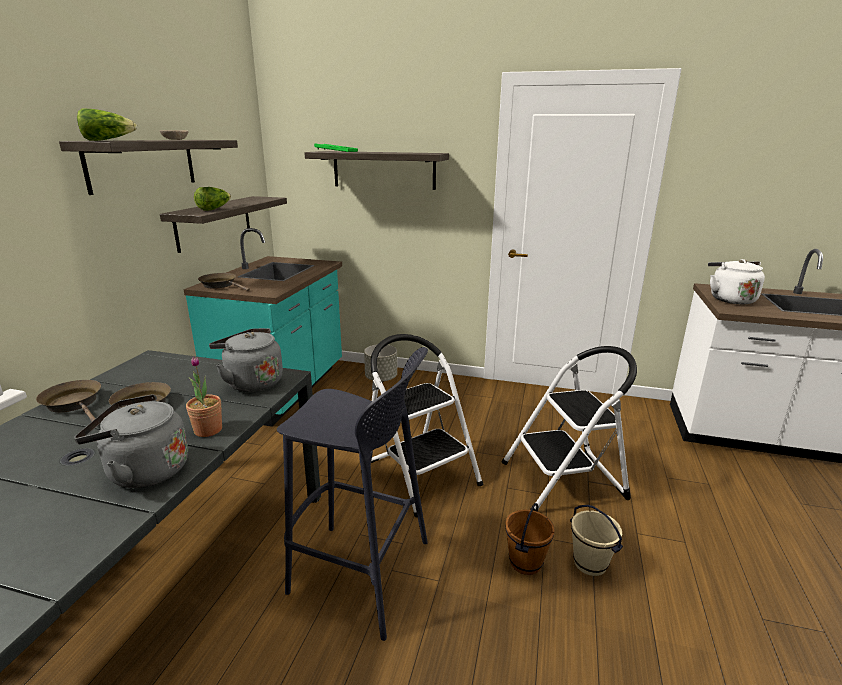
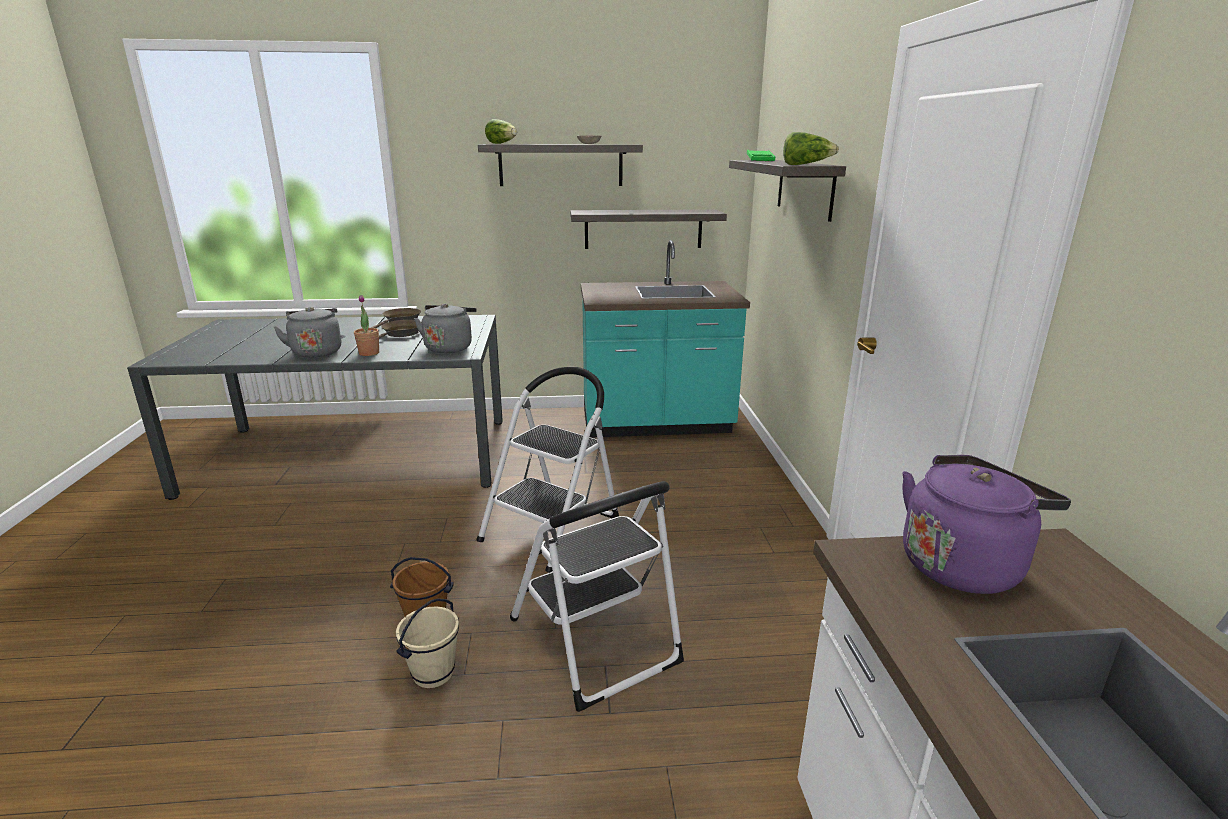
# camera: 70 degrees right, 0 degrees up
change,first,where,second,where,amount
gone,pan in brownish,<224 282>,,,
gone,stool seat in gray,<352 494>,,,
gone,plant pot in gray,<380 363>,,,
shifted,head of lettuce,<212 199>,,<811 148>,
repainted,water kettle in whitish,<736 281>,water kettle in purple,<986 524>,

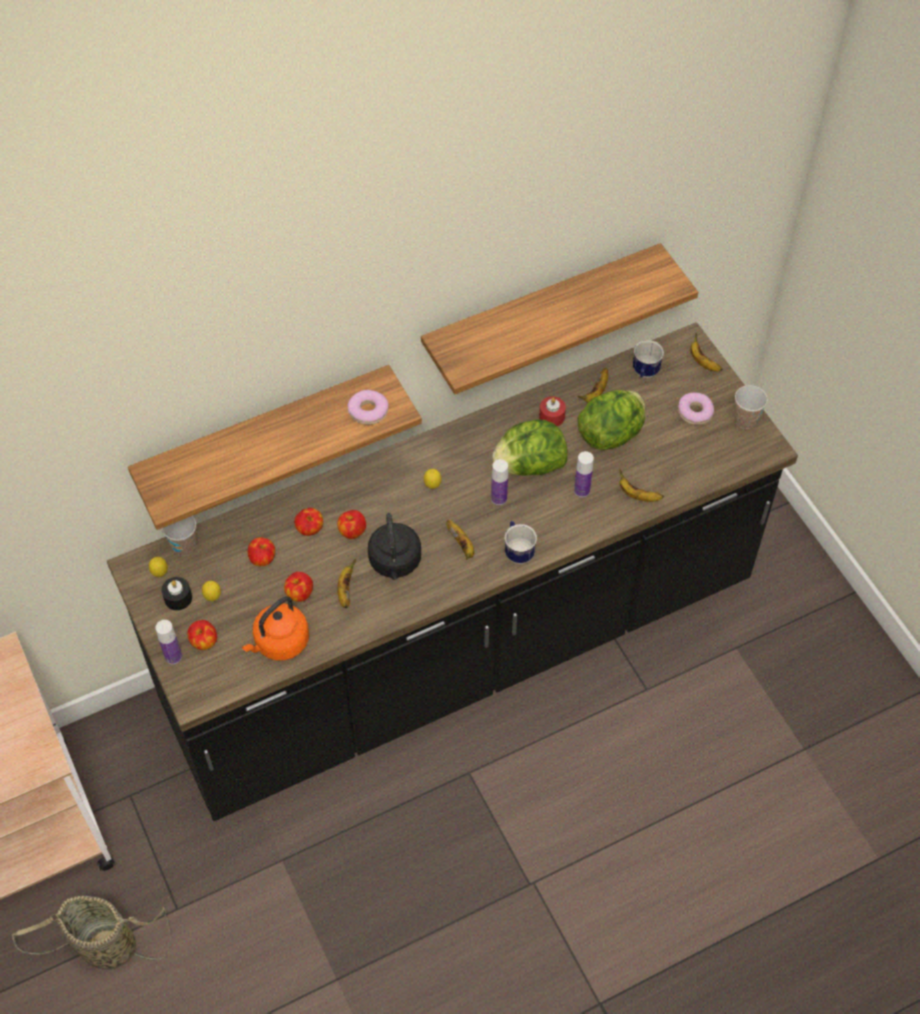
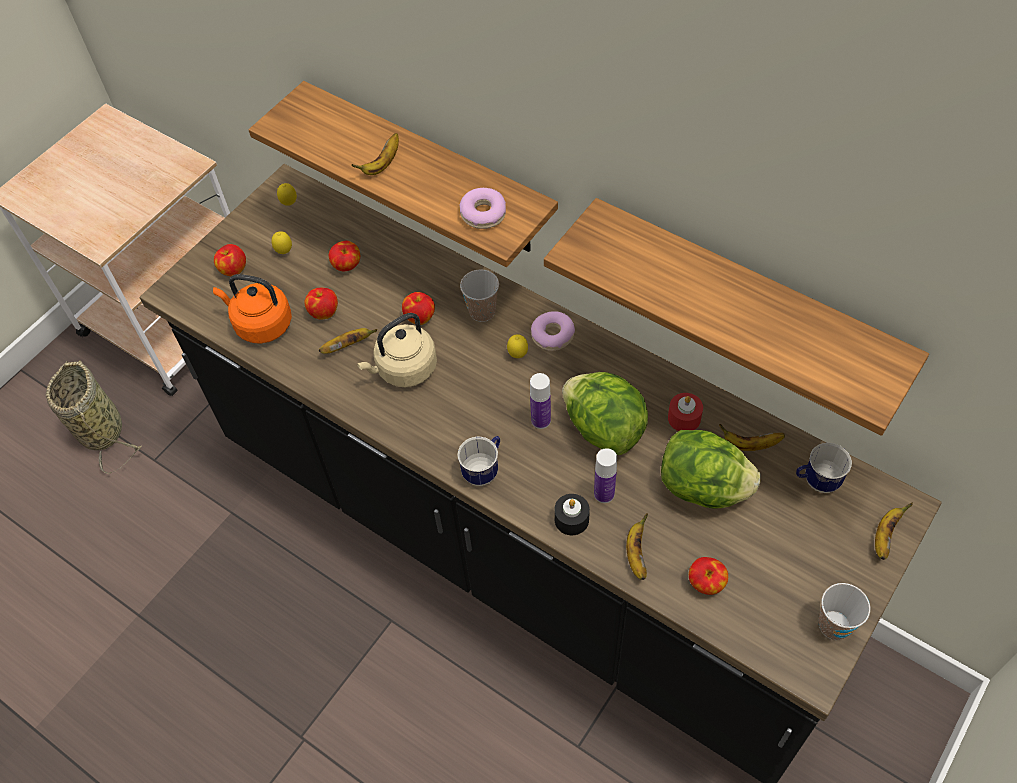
# camera: 65 degrees right, 0 degrees up
change,first,where,second,where,amount
gone,drink bottle,<168 642>,,,
shifted,drinking cup,<179 536>,,<479 295>,
shifted,wax light in black,<177 593>,,<572 514>,
shifted,apple,<308 522>,,<708 576>,
shifted,banana,<460 540>,,<375 154>,
shifted,donut,<696 408>,,<553 331>,
repainted,water kettle in black,<394 546>,water kettle in sand-coloured,<397 350>,

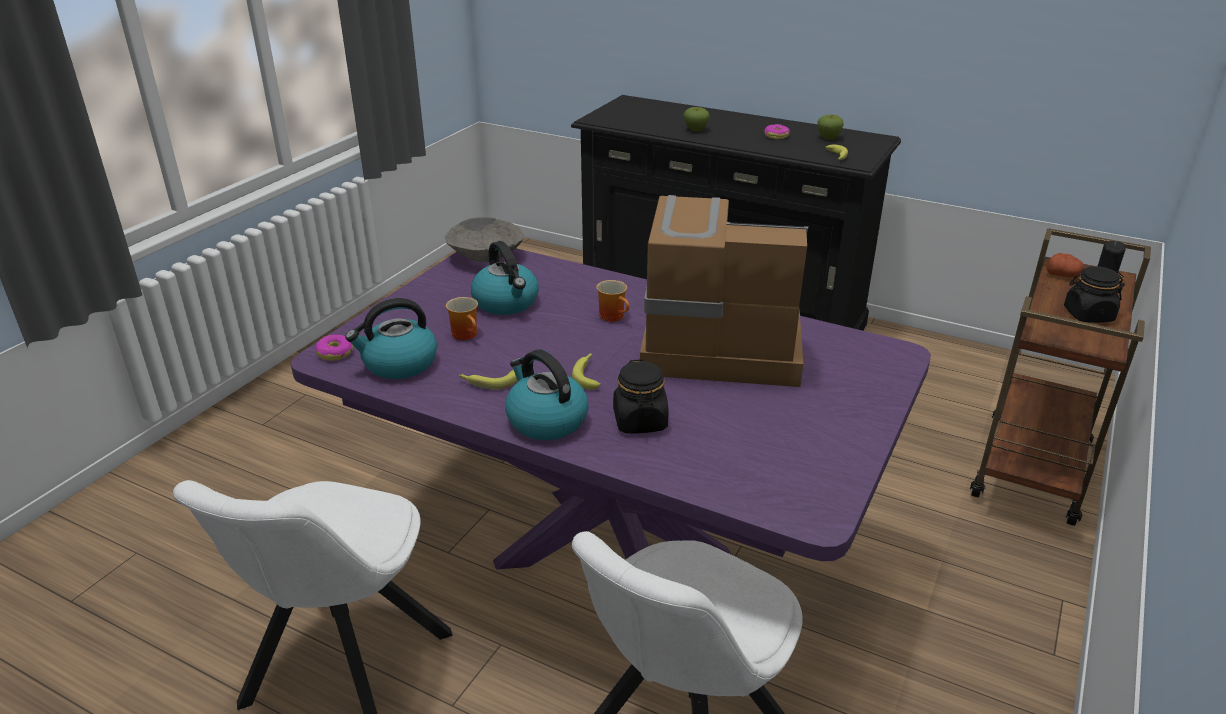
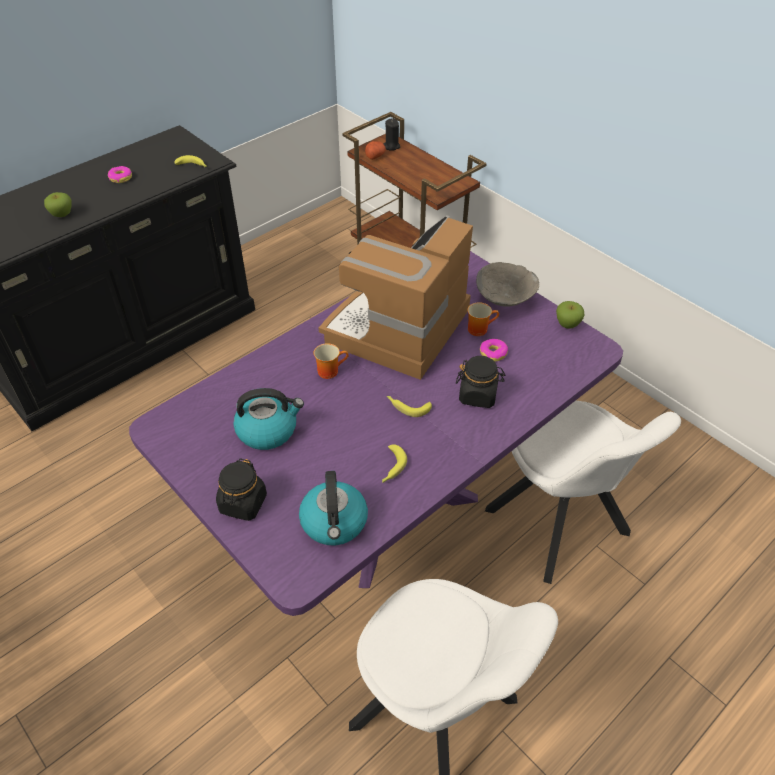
# camera: 70 degrees left, 15 degrees up
change,first,where,second,where,amount
gone,water kettle,<547 395>,,,
shifted,donut,<334 348>,,<494 350>,
shifted,deep dish in gray,<484 239>,,<507 284>,
shifted,coffee mug,<462 318>,,<483 319>,
shifted,apple,<830 127>,,<570 315>,
shifted,storage jar in black,<1094 294>,,<241 490>,

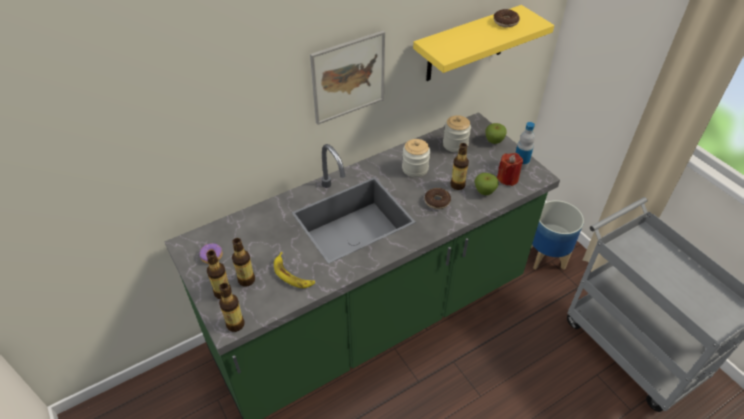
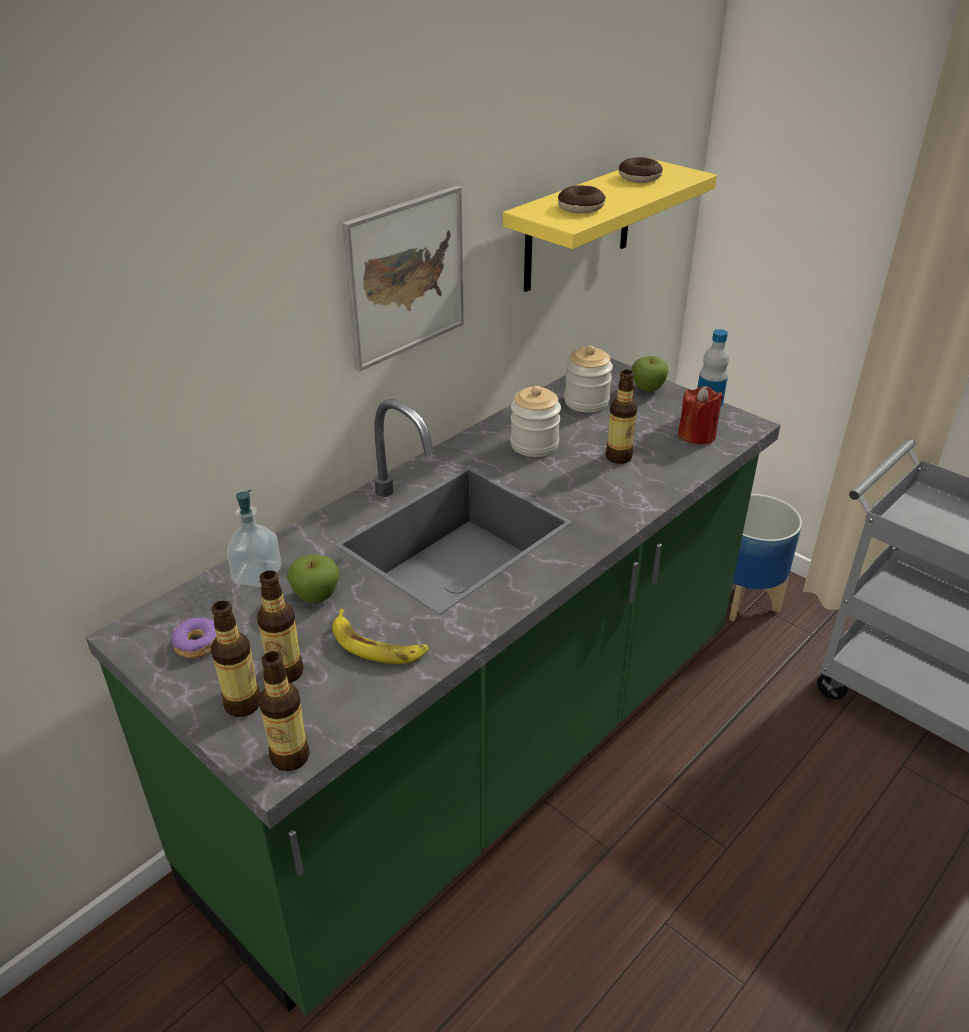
# camera: 15 degrees left, 10 degrees down
change,first,where,second,where,amount
new,,,soap bottle,<254 538>,
shifted,donut,<438 198>,,<582 199>,
shifted,apple,<486 184>,,<313 579>,

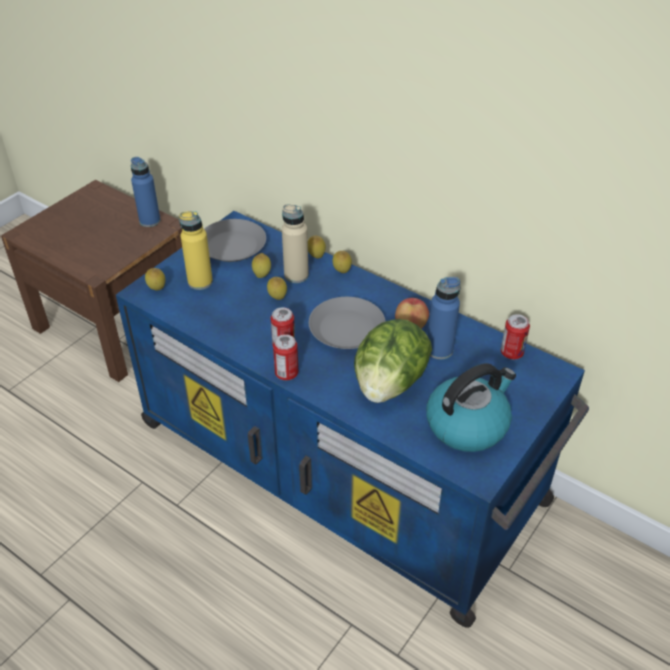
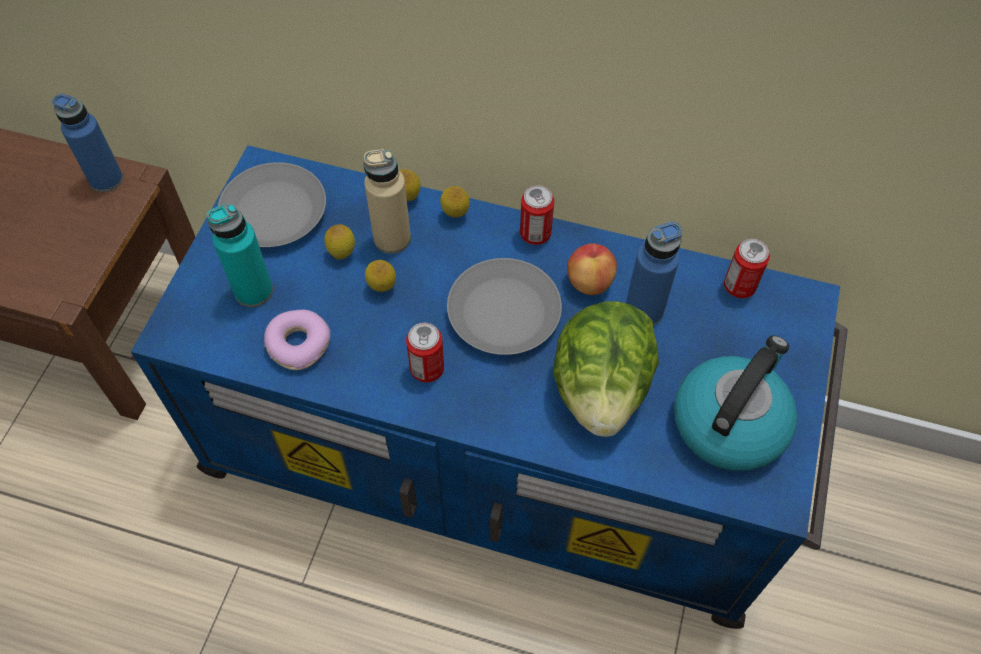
# camera: 20 degrees left, 15 degrees up
change,first,where,second,where,amount
gone,lemon,<155 279>,,,
new,,,donut,<297 340>,
shifted,sealed can,<285 357>,,<537 215>,
repainted,drink bottle in yellow,<196 250>,drink bottle in blue-green,<240 255>,

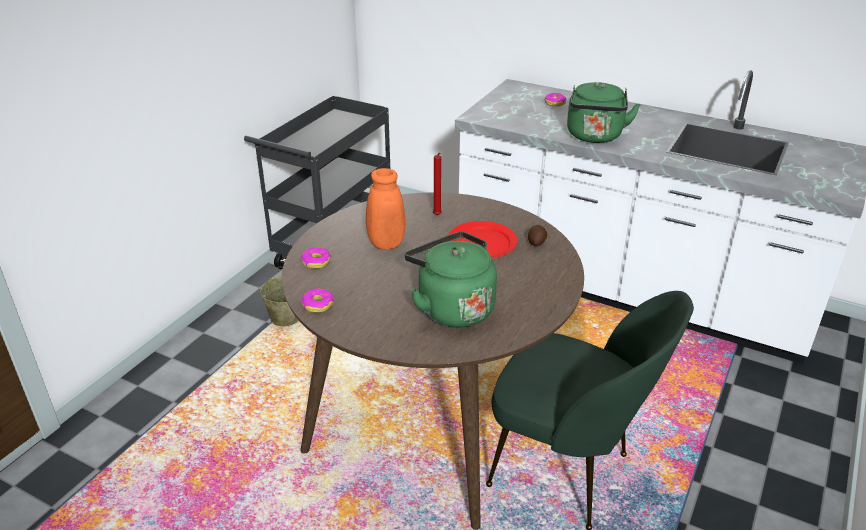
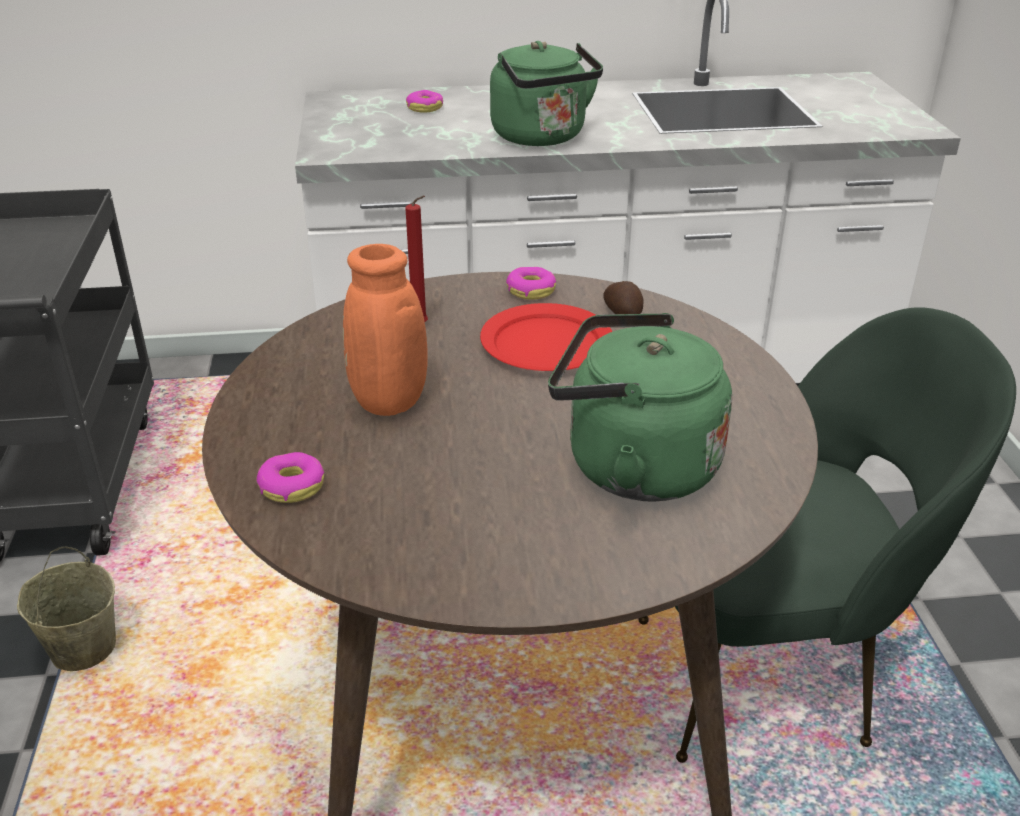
# camera: 35 degrees left, 0 degrees up
change,first,where,second,where,amount
shifted,donut,<318 300>,,<531 283>,

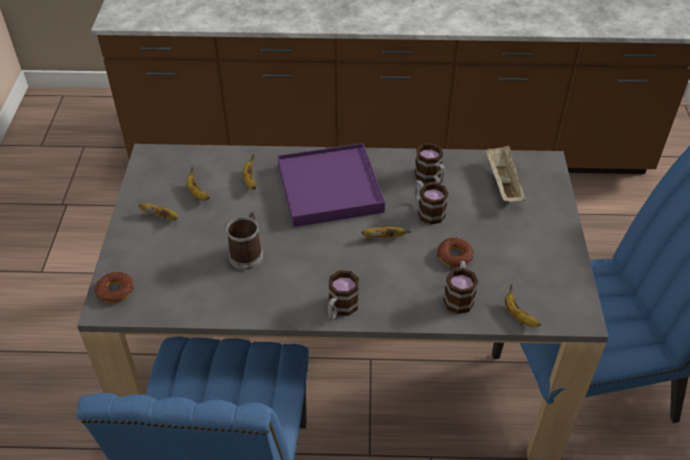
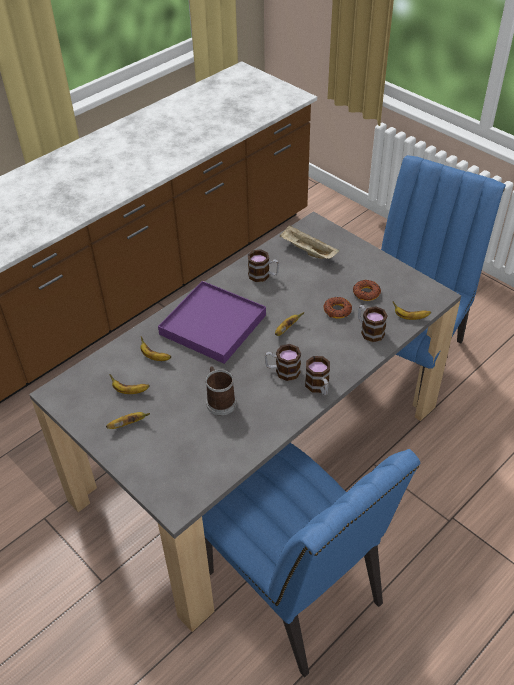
# camera: 45 degrees left, 0 degrees up
change,first,where,second,where,amount
shifted,donut,<114 287>,,<367 290>,
shifted,coffee mug,<432 202>,,<283 362>,

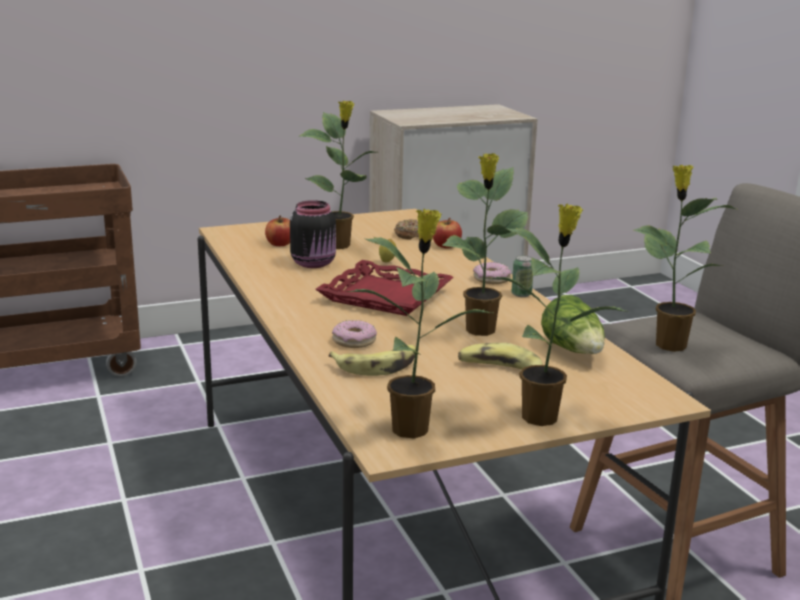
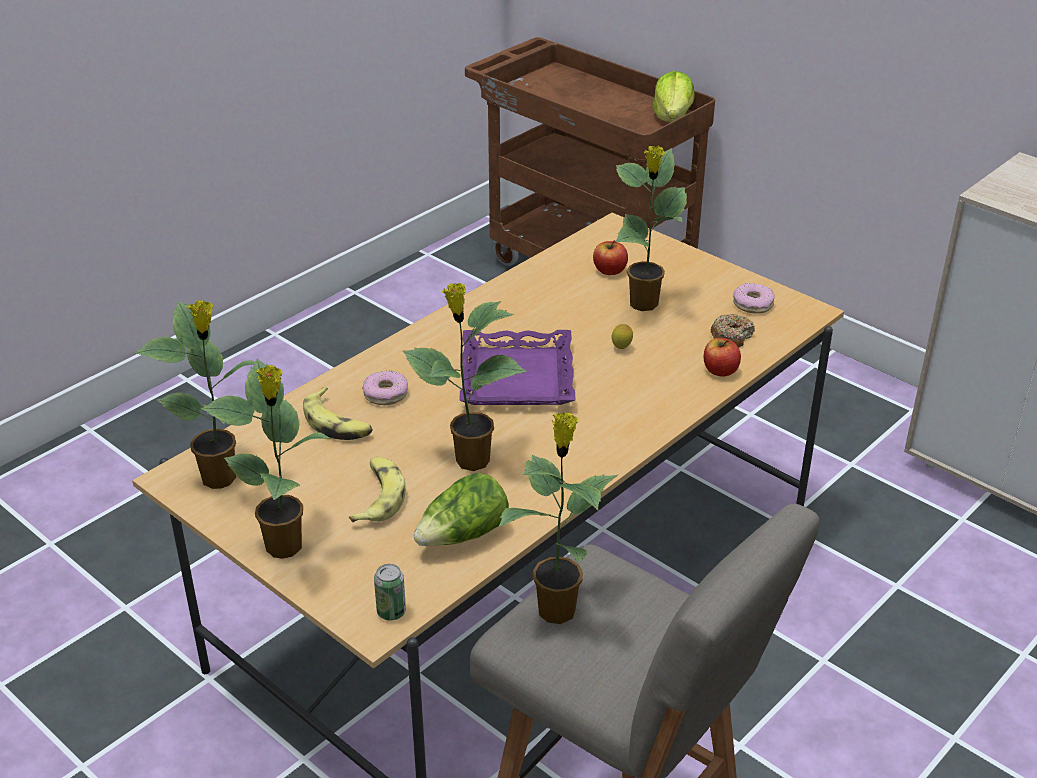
# camera: 65 degrees right, 15 degrees up
change,first,where,second,where,amount
gone,storage jar in black,<313 234>,,,
new,,,head of lettuce,<674 96>,
shifted,donut,<492 273>,,<754 298>,
shifted,sealed can,<522 276>,,<390 592>,
repainted,serving tray in red,<384 288>,serving tray in purple,<517 367>,

